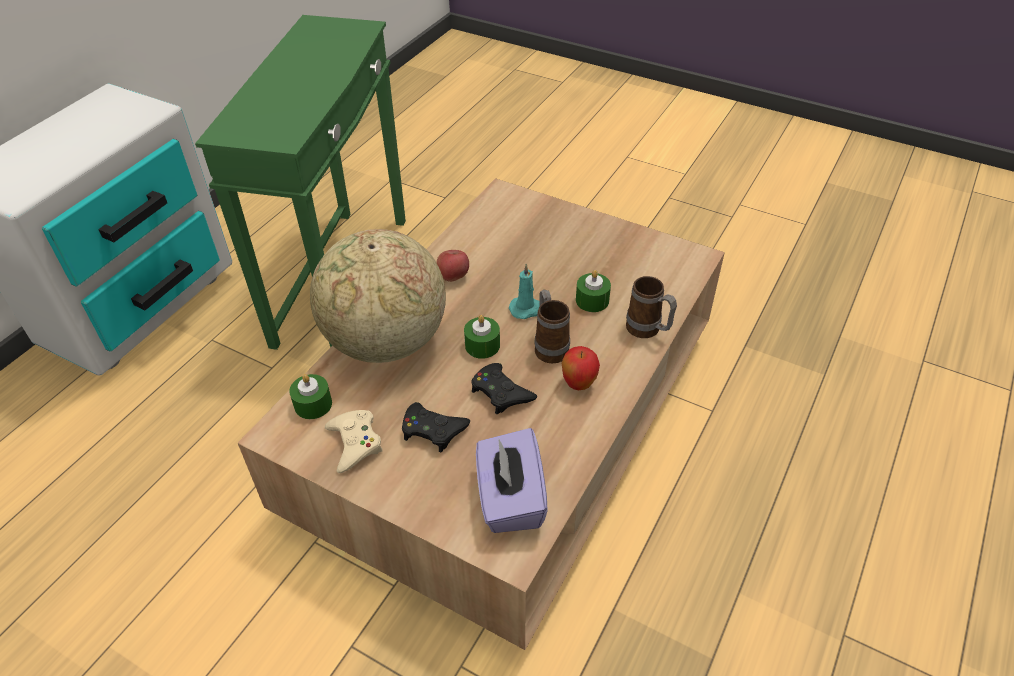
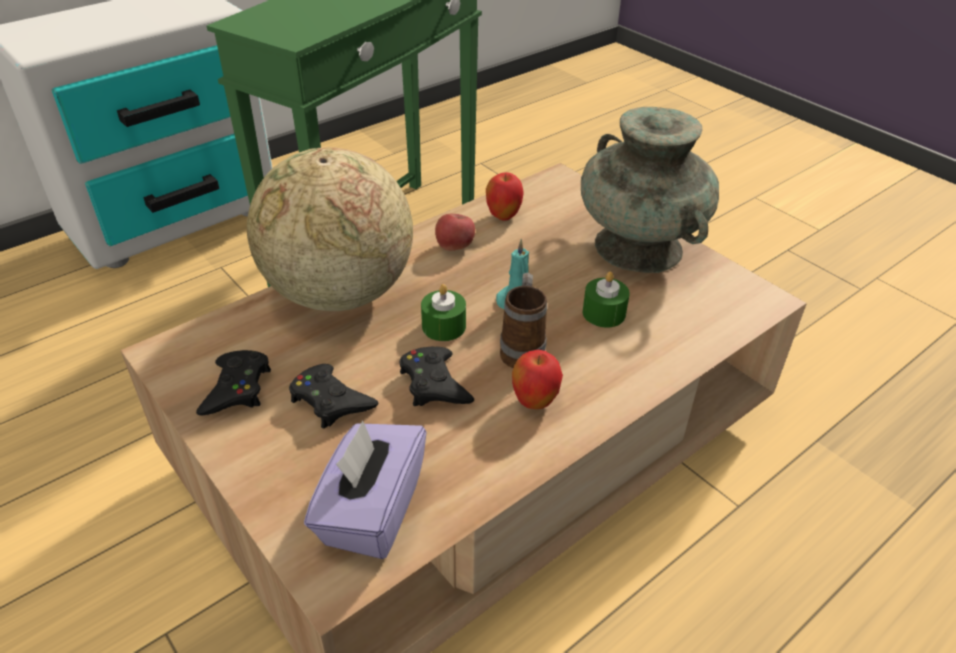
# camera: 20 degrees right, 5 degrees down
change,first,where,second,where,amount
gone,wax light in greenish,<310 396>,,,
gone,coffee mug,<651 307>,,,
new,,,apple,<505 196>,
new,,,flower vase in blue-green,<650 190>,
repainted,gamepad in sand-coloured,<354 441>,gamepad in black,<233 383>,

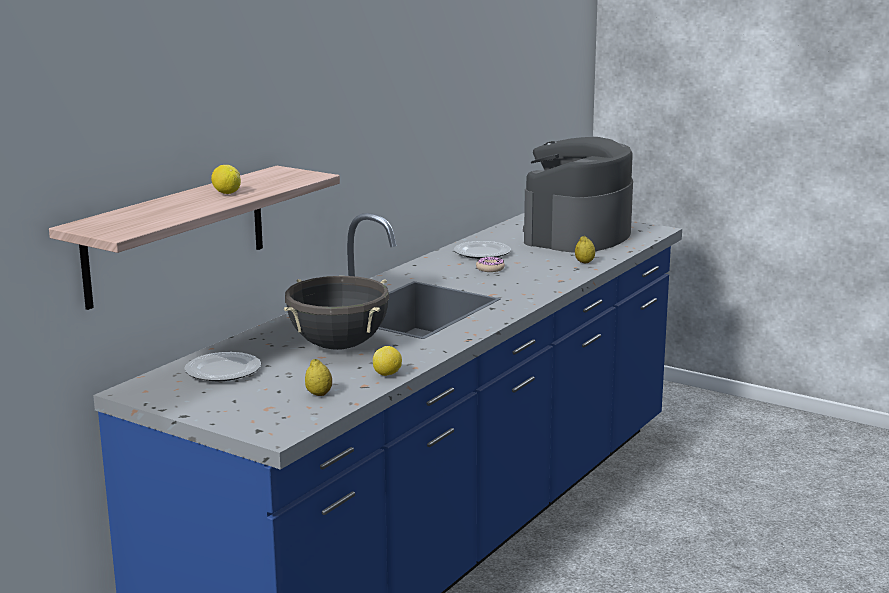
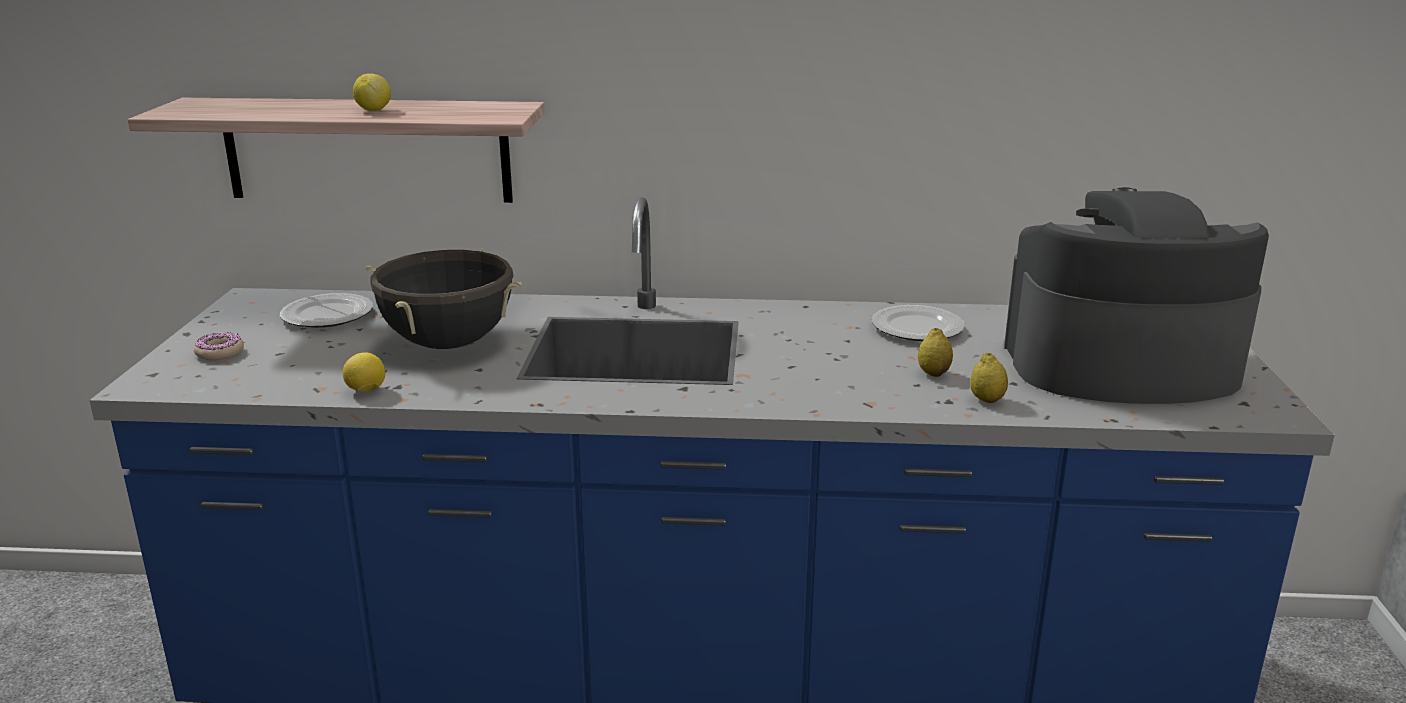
# camera: 60 degrees right, 5 degrees up
change,first,where,second,where,amount
shifted,lemon,<318 377>,,<935 352>,
shifted,donut,<490 264>,,<219 346>,

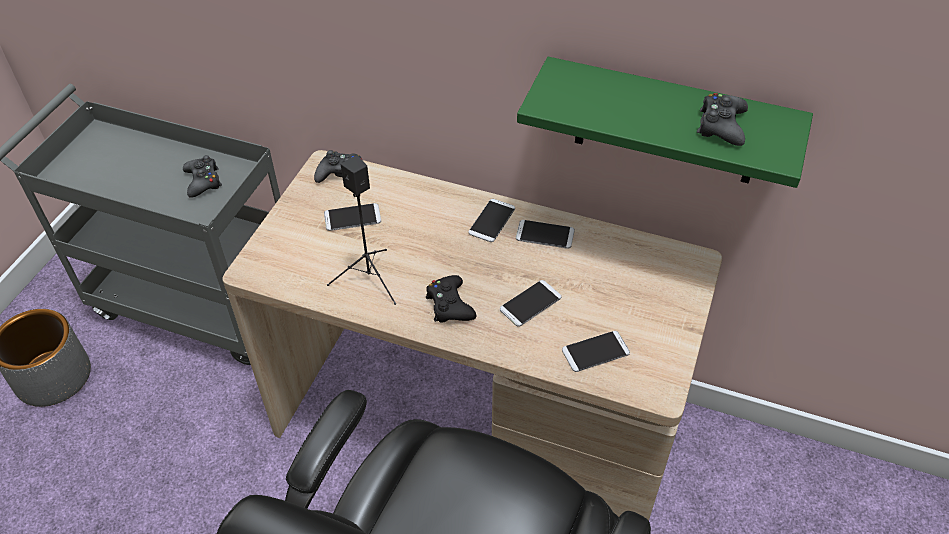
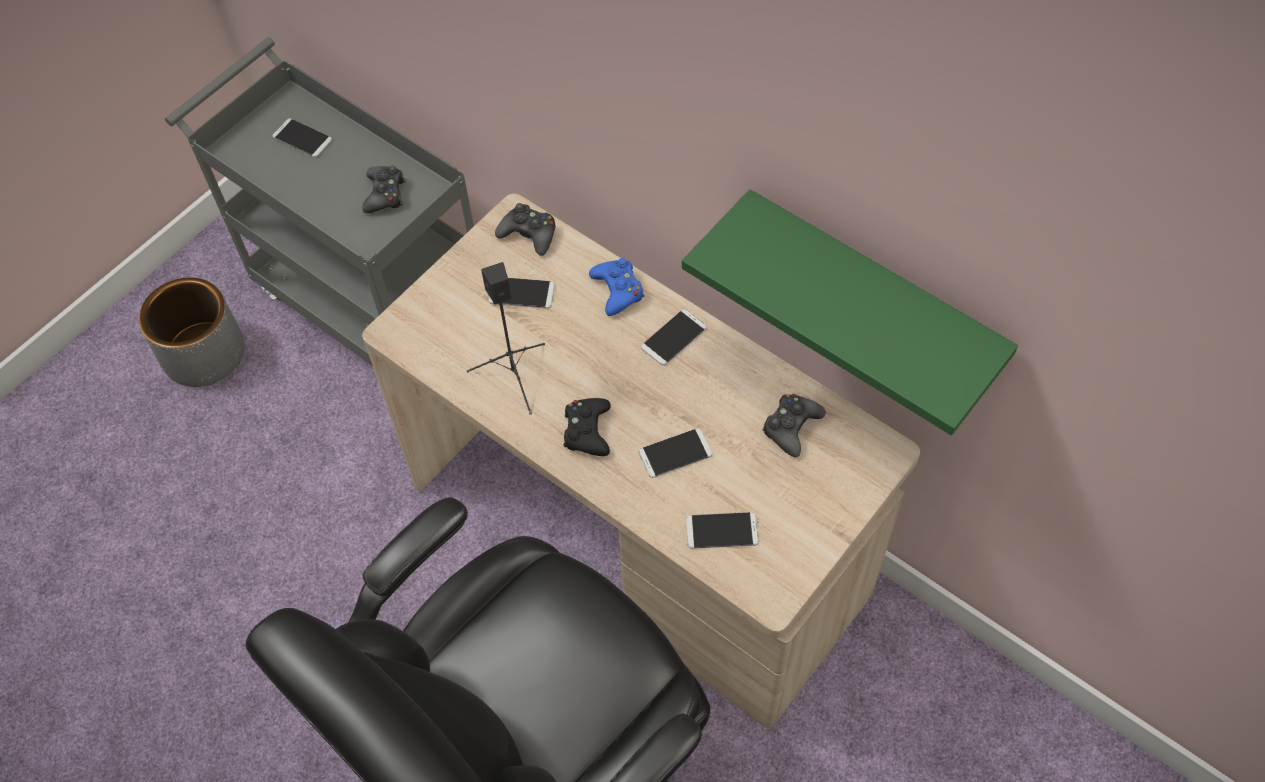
# camera: 20 degrees right, 10 degrees up
change,first,where,second,where,amount
new,,,gamepad in bluish,<616 287>,
shifted,telephone,<545 234>,,<302 137>,
shifted,gamepad in black,<722 119>,,<794 426>,

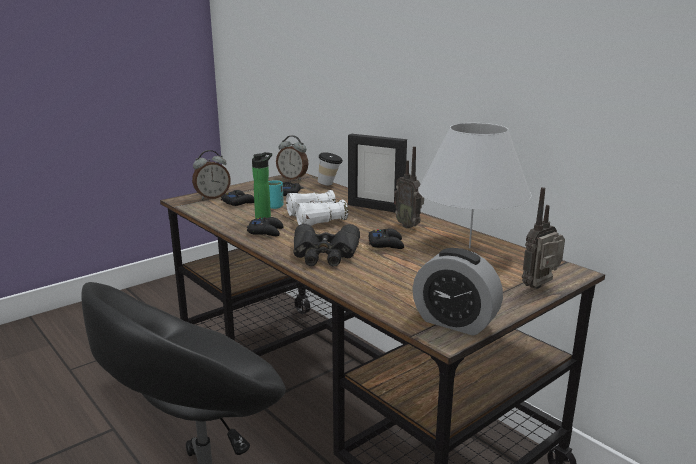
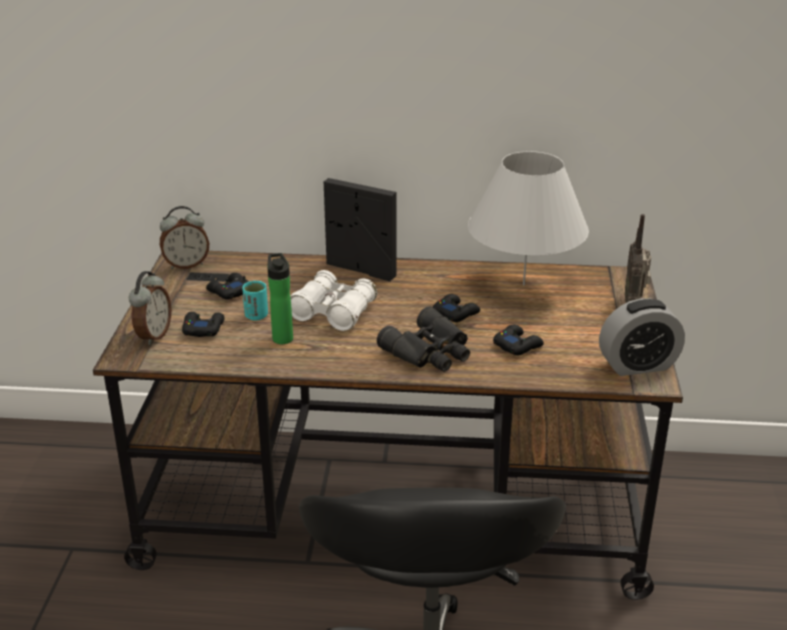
# camera: 45 degrees left, 10 degrees up
change,first,where,second,where,amount
gone,drinking cup,<330 169>,,,
gone,radio,<409 187>,,,
shifted,gamepad in black,<265 226>,,<518 339>,
rotated,standing frame,<377 173>,,<360 230>,135 degrees counterclockwise

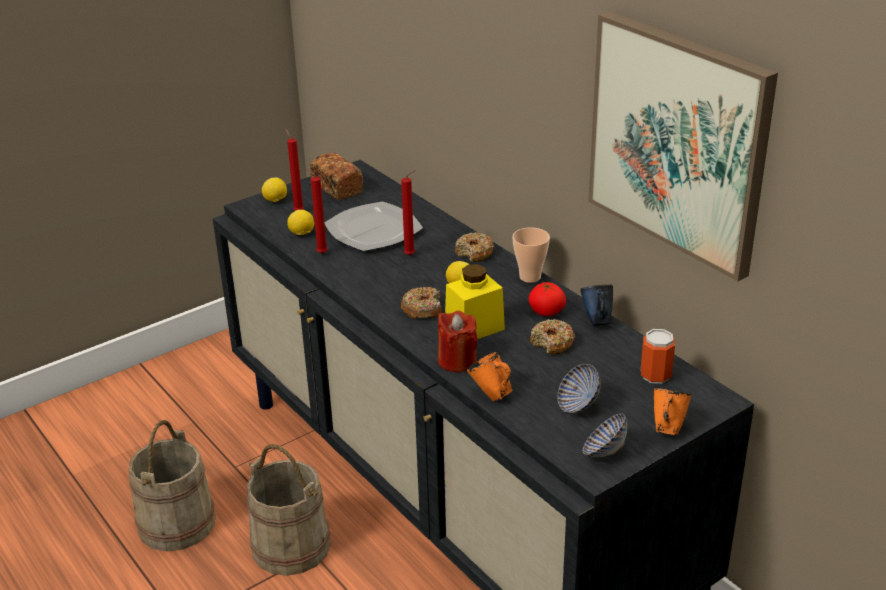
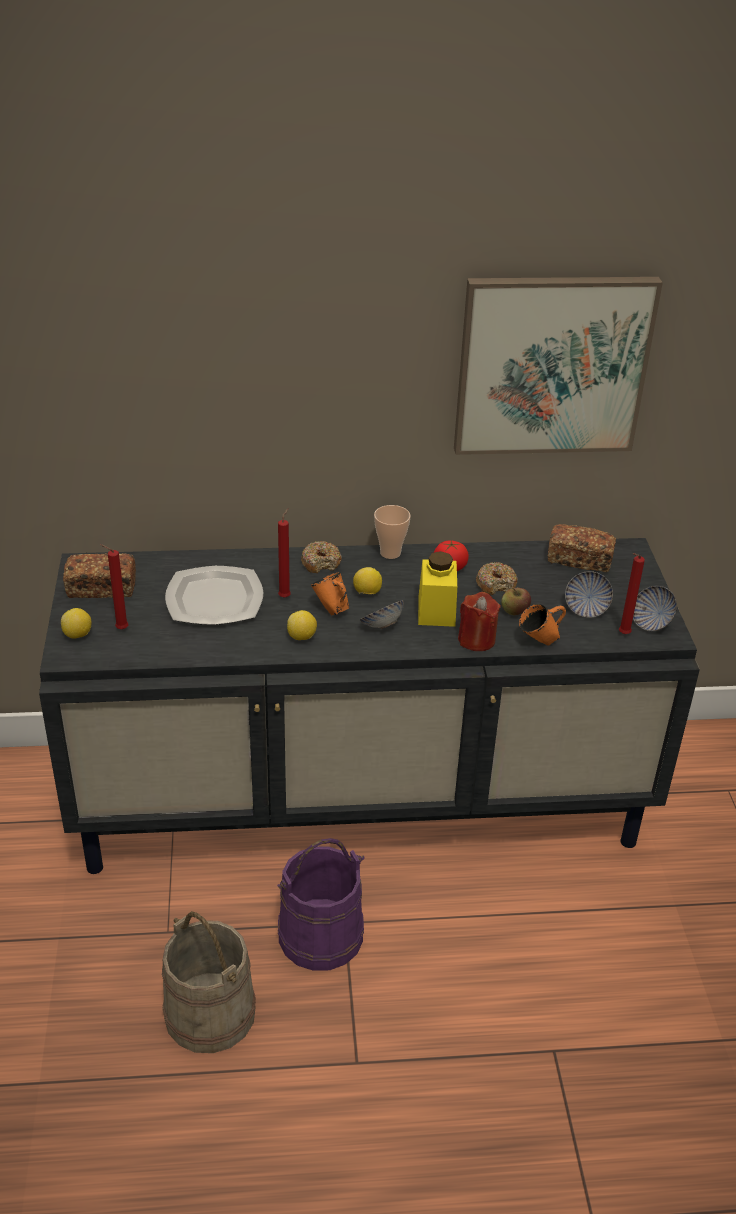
# camera: 60 degrees left, 5 degrees up
change,first,where,second,where,amount
gone,coffee mug in bluish,<596 305>,,,
new,,,apple,<516 601>,
shifted,lemon,<300 222>,,<302 625>,
shifted,wax light in red,<317 211>,,<632 593>,
shifted,coffee mug in orange-coloured,<672 412>,,<330 593>,
swapped,donut,<421 303>,deep dish,<382 614>,
swapped,sealed can,<658 356>,baked bread,<582 548>,
repainted,water bucket in sand-coloured,<289 510>,water bucket in purple,<321 904>,

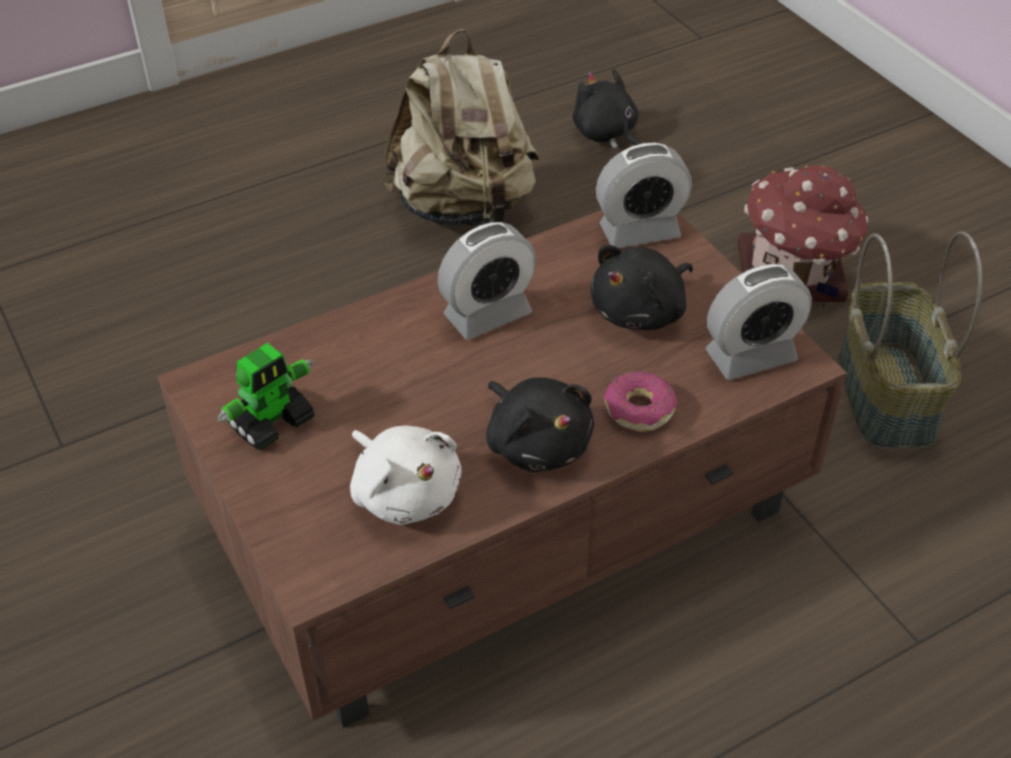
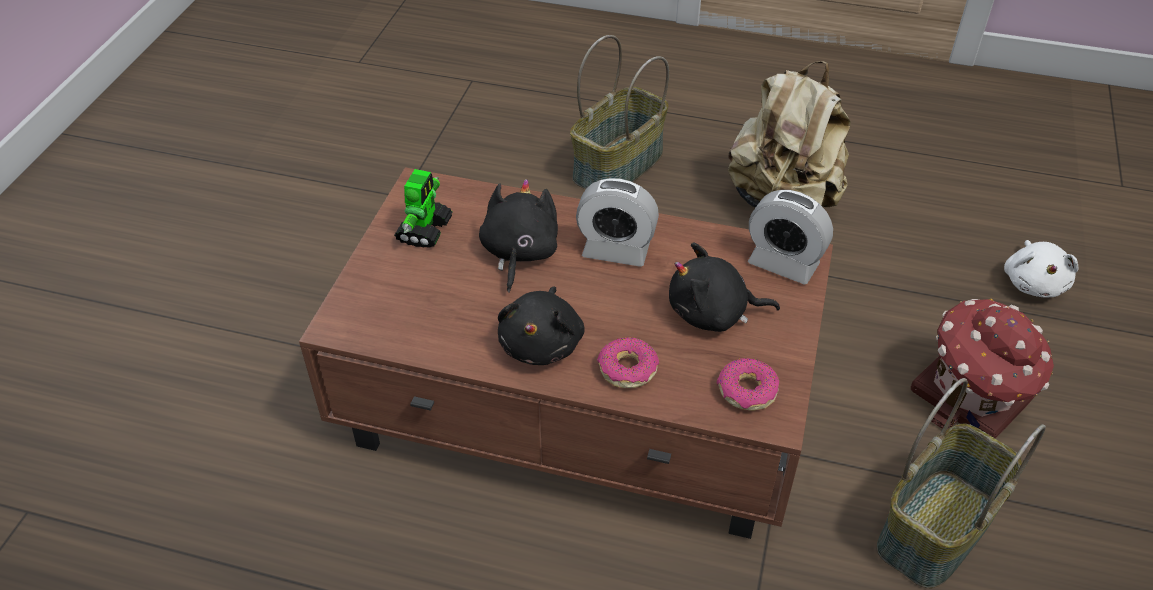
# camera: 45 degrees right, 0 degrees up
change,first,where,second,where,amount
new,,,household basket,<619 112>,
shifted,plush toy in whitish,<406 475>,,<1041 269>,
shifted,plush toy in black,<607 108>,,<518 236>,
swapped,bedside clock,<759 322>,donut,<748 384>,
rotated,robot figure,<266 397>,,<423 208>,75 degrees counterclockwise

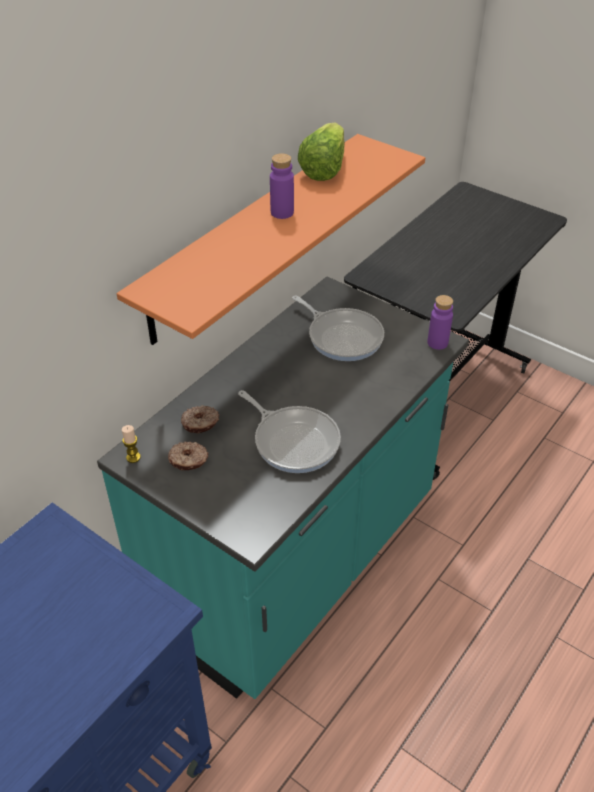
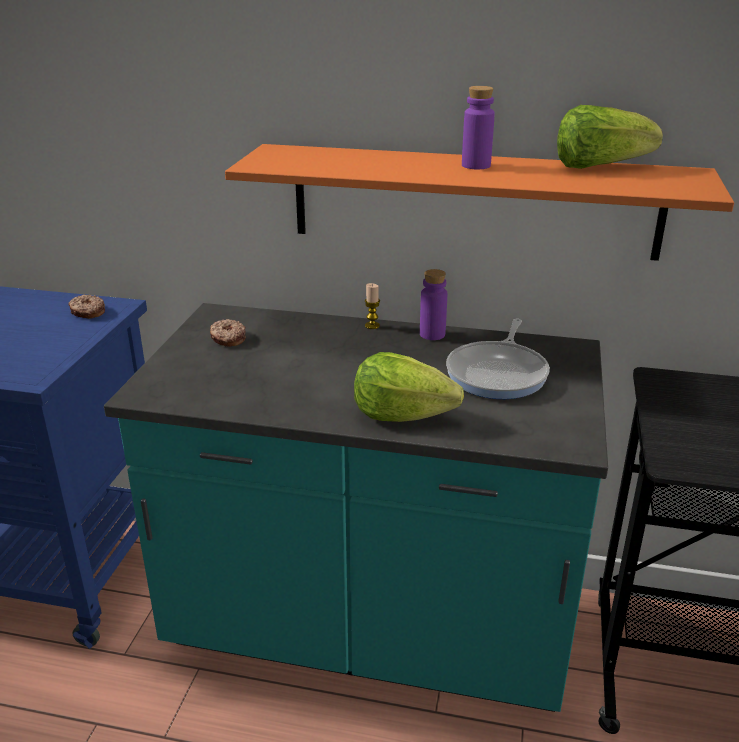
# camera: 65 degrees right, 15 degrees down
change,first,where,second,where,amount
gone,pan,<289 431>,,,
new,,,head of lettuce,<409 387>,
shifted,wax light,<131 444>,,<372 306>,
shifted,donut,<200 419>,,<86 307>,
shifted,drink bottle in purple,<440 322>,,<433 304>,

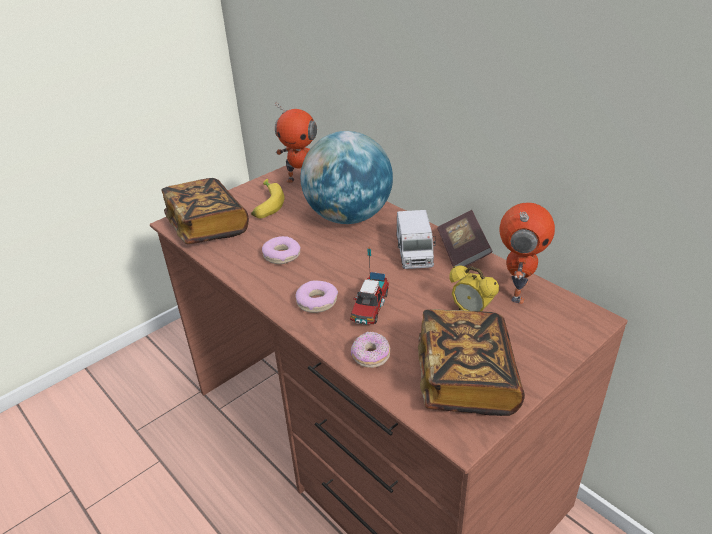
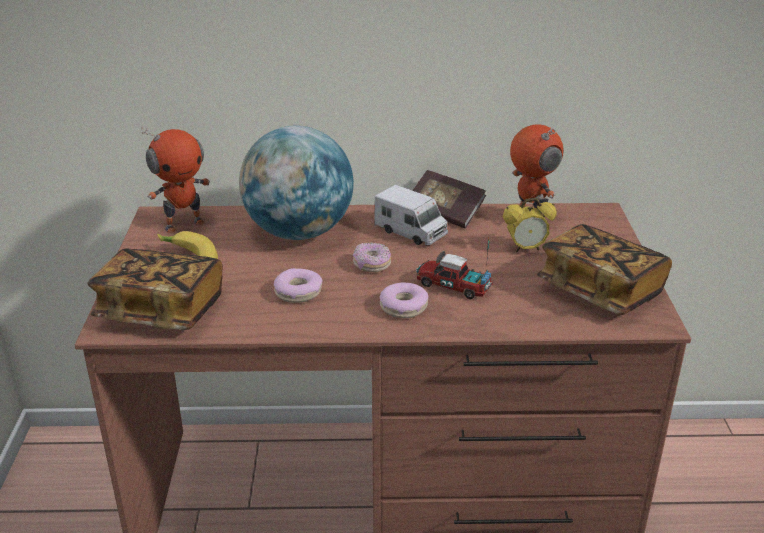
# camera: 50 degrees left, 5 degrees down
change,first,where,second,where,amount
shifted,donut,<370 350>,,<372 257>,
rotated,toy truck,<369 286>,,<454 268>,150 degrees clockwise

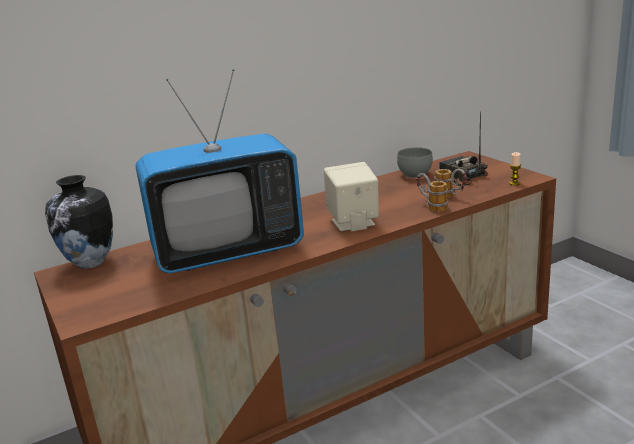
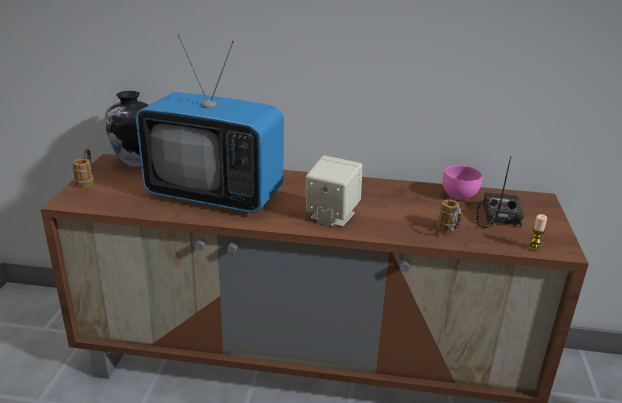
# camera: 35 degrees right, 5 degrees up
change,first,where,second,where,amount
shifted,coffee mug,<432 192>,,<83 168>,
repainted,deep dish in gray,<415 162>,deep dish in pink,<462 182>,

